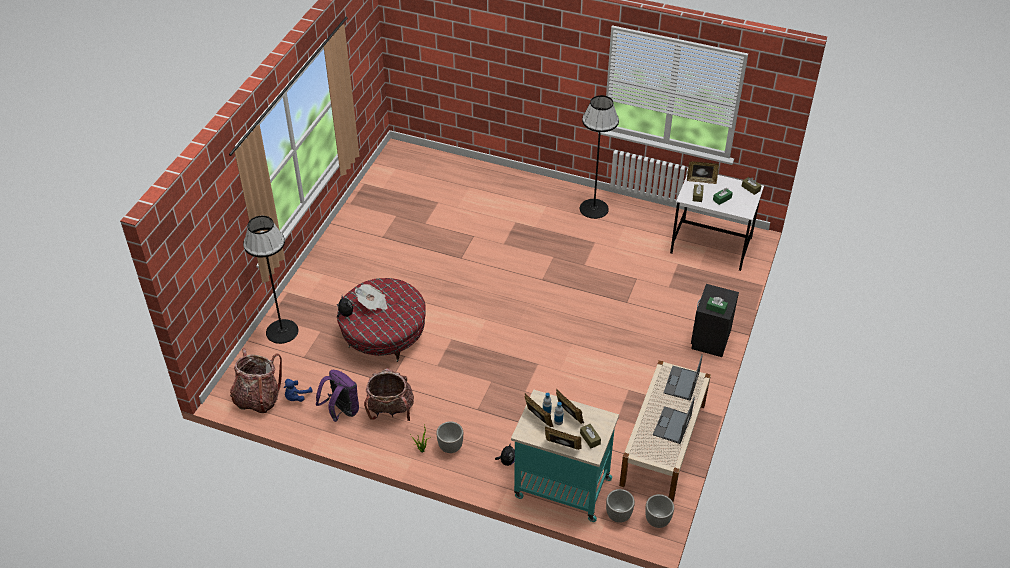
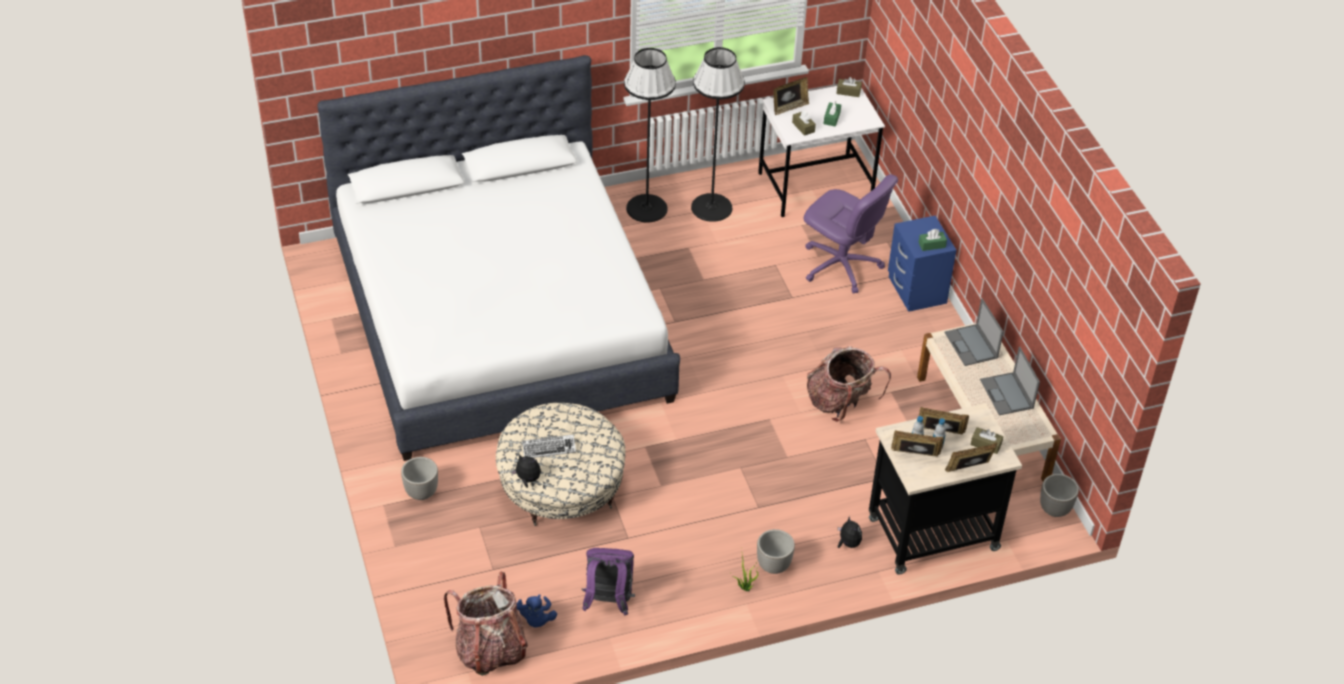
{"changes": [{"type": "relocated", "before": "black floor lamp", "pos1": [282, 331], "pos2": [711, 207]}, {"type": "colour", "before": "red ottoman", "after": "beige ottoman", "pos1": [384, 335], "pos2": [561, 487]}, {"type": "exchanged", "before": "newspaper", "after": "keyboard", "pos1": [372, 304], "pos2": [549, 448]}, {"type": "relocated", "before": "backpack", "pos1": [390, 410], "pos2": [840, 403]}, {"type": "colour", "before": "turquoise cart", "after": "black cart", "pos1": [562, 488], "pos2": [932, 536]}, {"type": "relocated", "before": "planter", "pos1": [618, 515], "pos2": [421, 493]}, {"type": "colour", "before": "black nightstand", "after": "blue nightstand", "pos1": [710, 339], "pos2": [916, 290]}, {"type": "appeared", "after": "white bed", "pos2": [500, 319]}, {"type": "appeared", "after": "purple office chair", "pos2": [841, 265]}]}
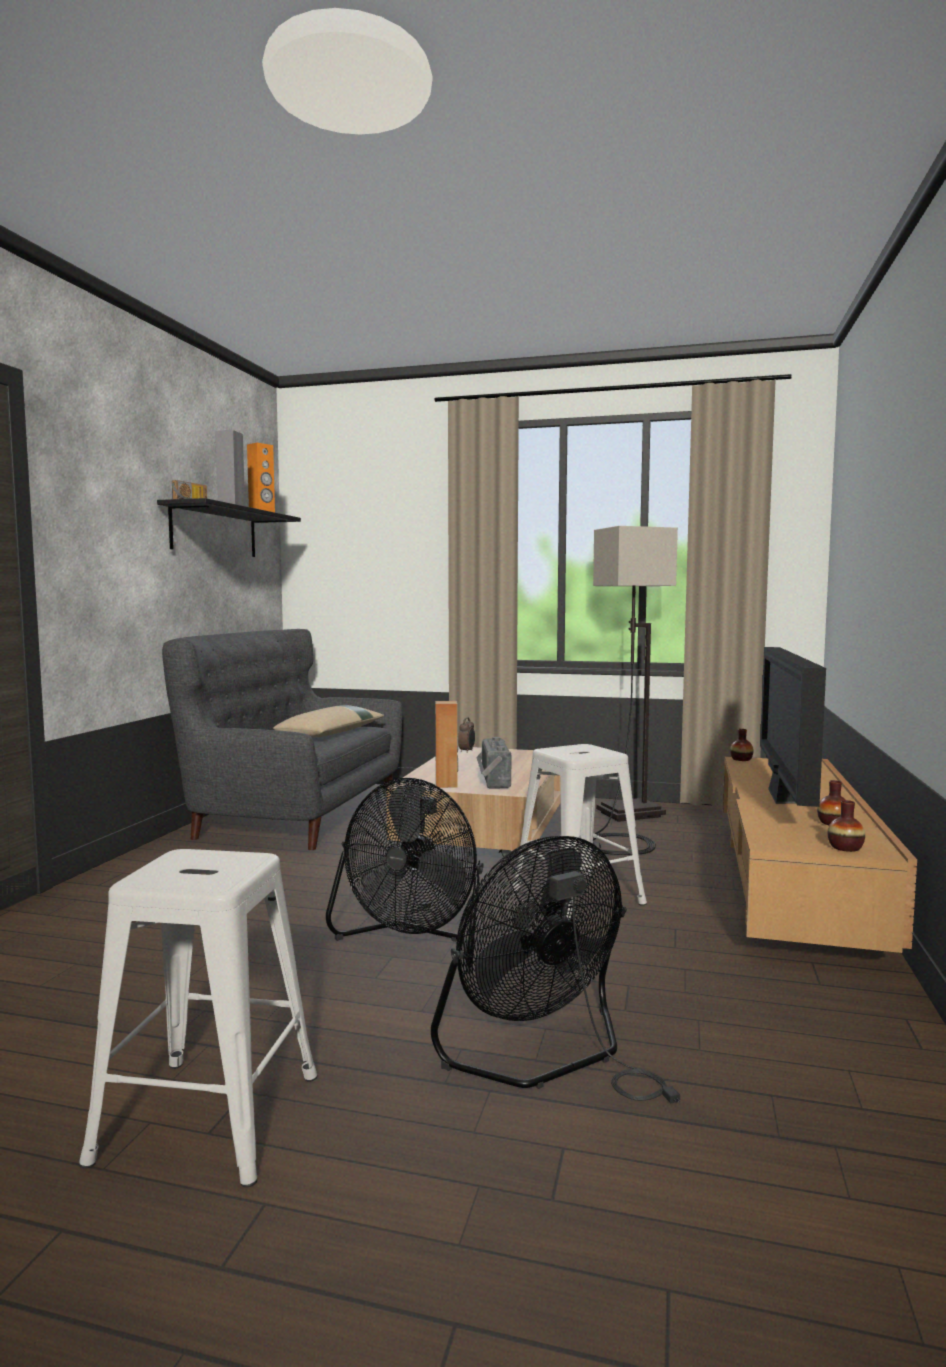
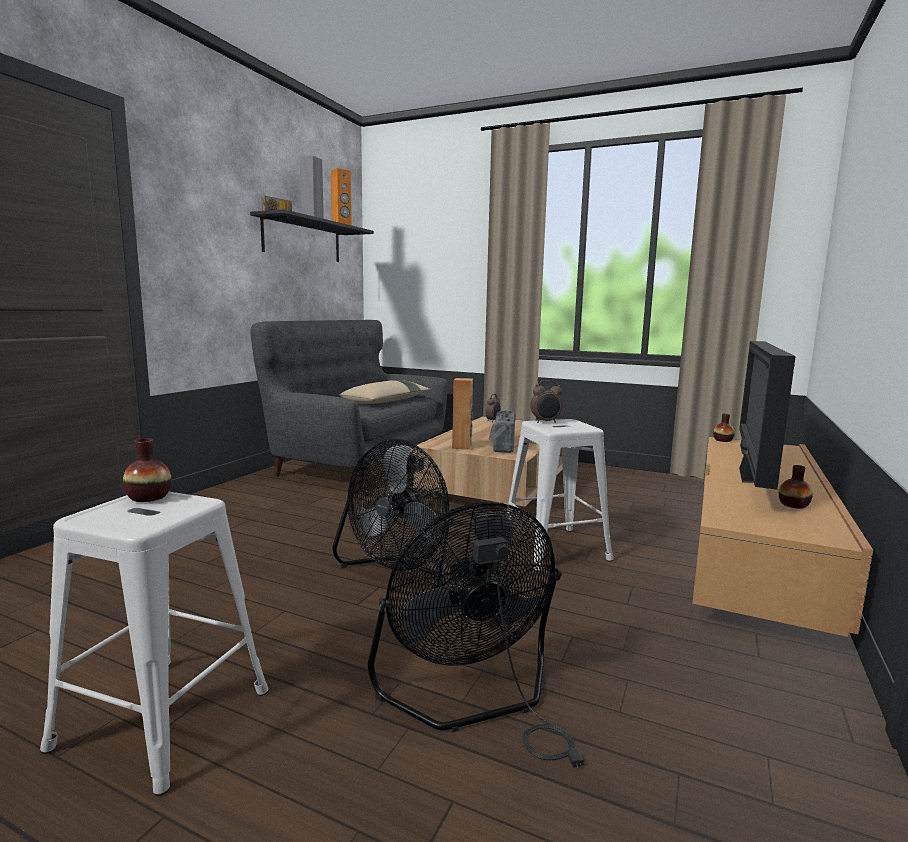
{"changes": [{"type": "missing", "before": "floor lamp", "pos1": [622, 830]}, {"type": "relocated", "before": "vase", "pos1": [845, 848], "pos2": [149, 497]}, {"type": "appeared", "after": "alarm clock", "pos2": [545, 422]}]}
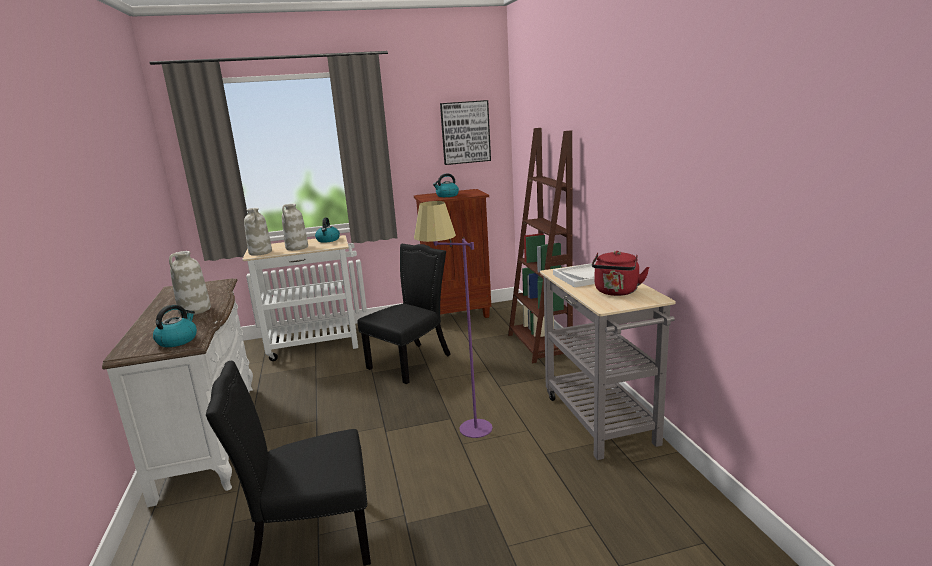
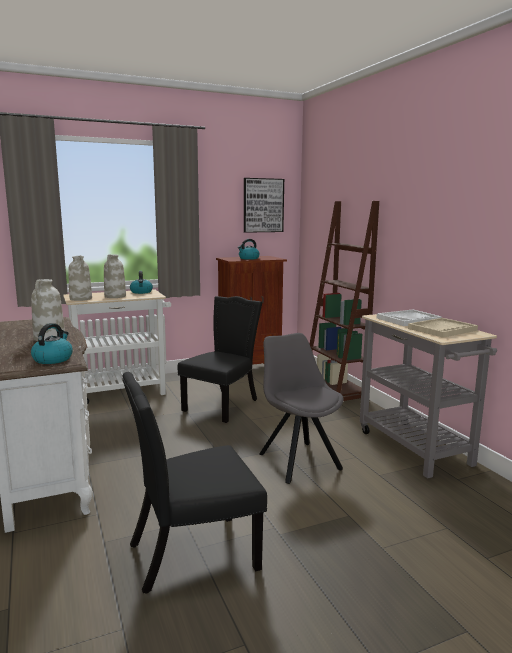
{"changes": [{"type": "exchanged", "before": "purple floor lamp", "after": "grey chair", "pos1": [463, 434], "pos2": [298, 461]}, {"type": "exchanged", "before": "red kettle", "after": "beige tray", "pos1": [616, 292], "pos2": [442, 329]}]}
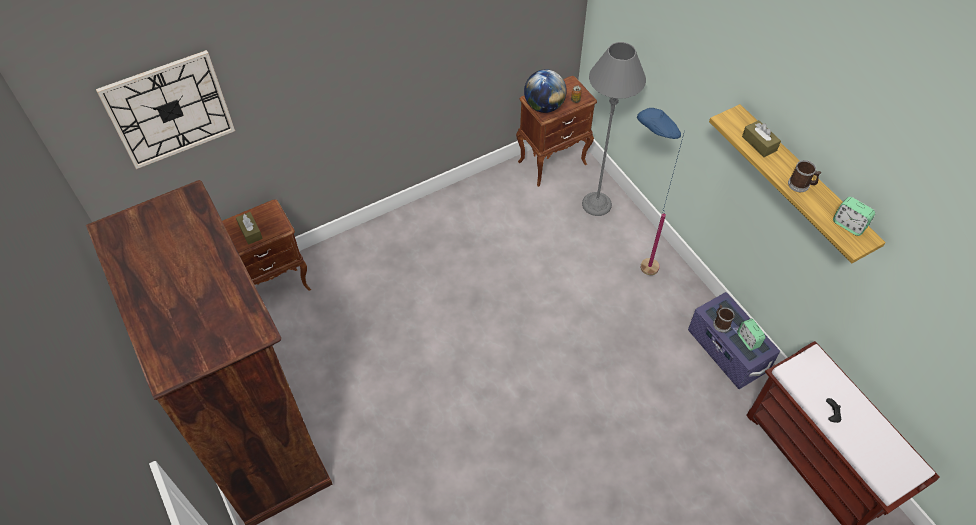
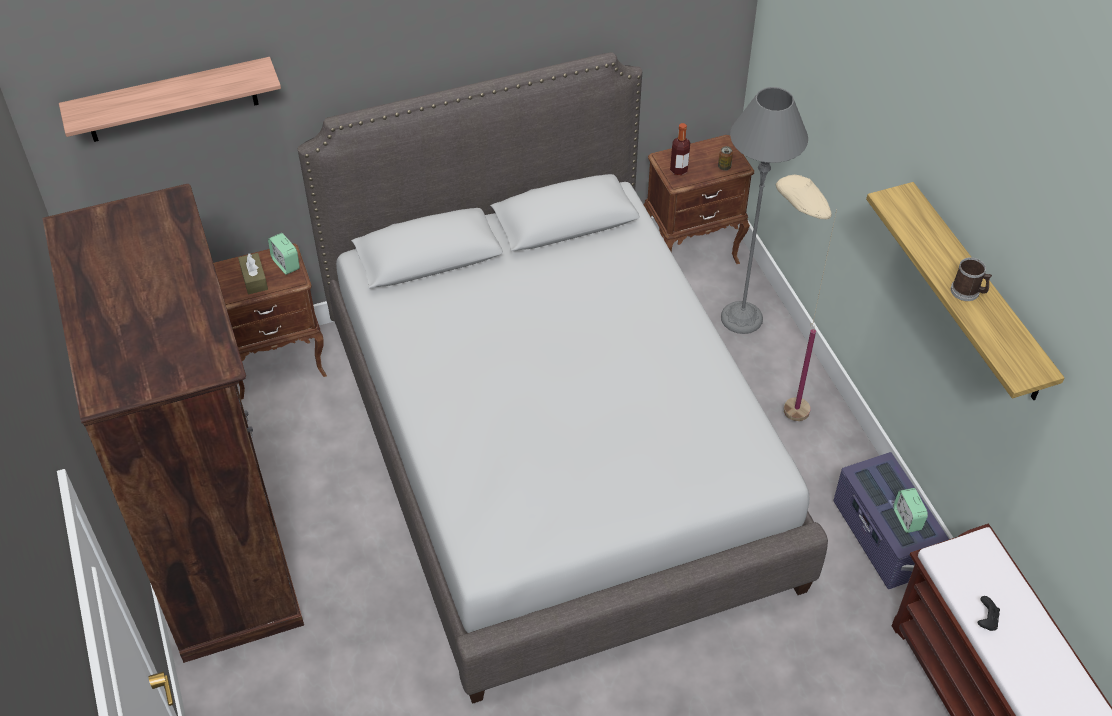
{"changes": [{"type": "exchanged", "before": "wall clock", "after": "shelf", "pos1": [169, 110], "pos2": [171, 100]}, {"type": "exchanged", "before": "globe", "after": "bottle", "pos1": [544, 106], "pos2": [678, 170]}, {"type": "colour", "before": "blue floor lamp", "after": "beige floor lamp", "pos1": [633, 265], "pos2": [775, 405]}, {"type": "missing", "before": "mug", "pos1": [720, 323]}, {"type": "missing", "before": "brown tissue box", "pos1": [759, 143]}, {"type": "relocated", "before": "alarm clock", "pos1": [848, 225], "pos2": [286, 264]}, {"type": "appeared", "after": "grey bed", "pos2": [556, 451]}]}
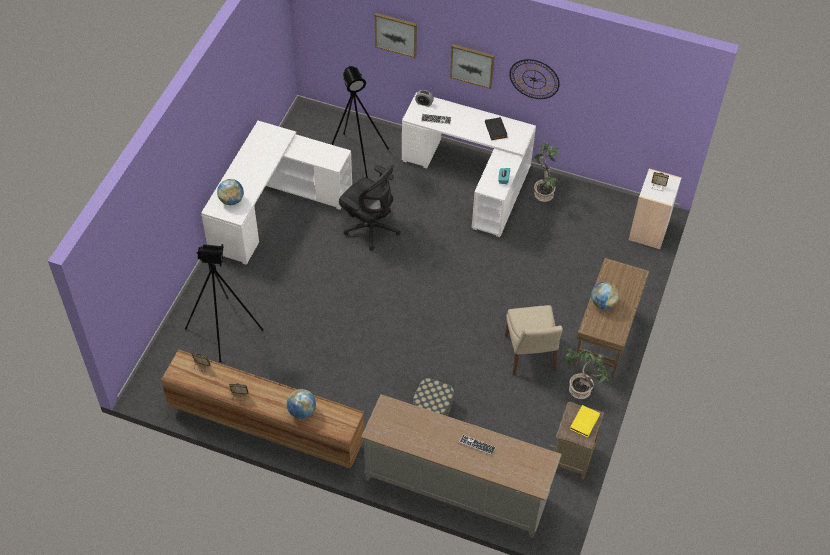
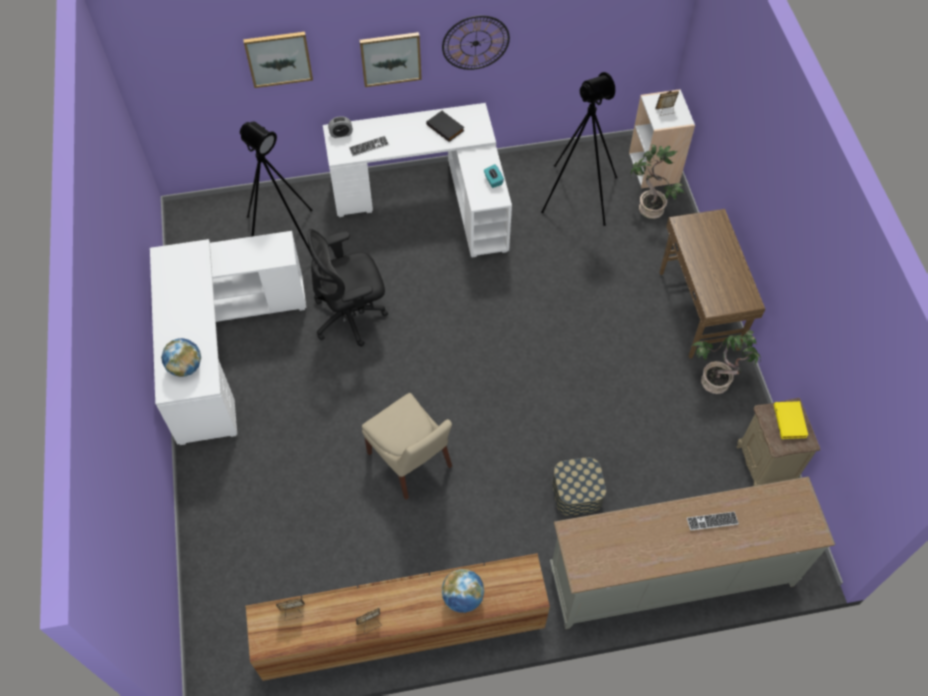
{"changes": [{"type": "relocated", "before": "black floor lamp", "pos1": [224, 329], "pos2": [579, 195]}, {"type": "spun", "before": "black office chair", "pos1": [368, 227], "pos2": [352, 313], "turn": 150}, {"type": "relocated", "before": "beige chair", "pos1": [530, 355], "pos2": [411, 462]}, {"type": "relocated", "before": "potted plant", "pos1": [542, 194], "pos2": [650, 209]}, {"type": "missing", "before": "globe", "pos1": [603, 303]}]}
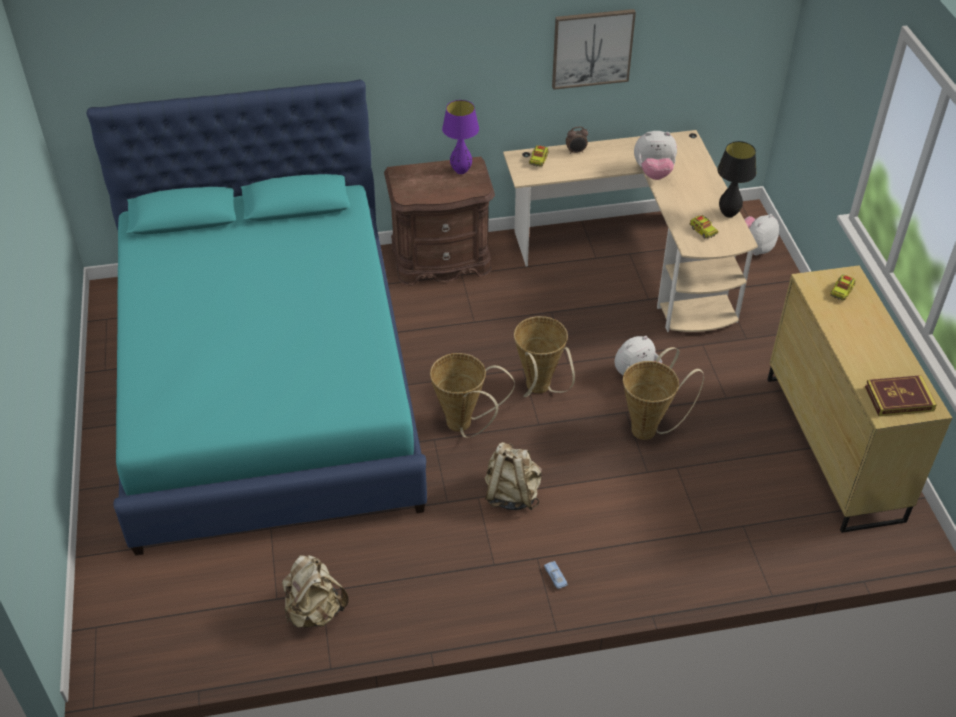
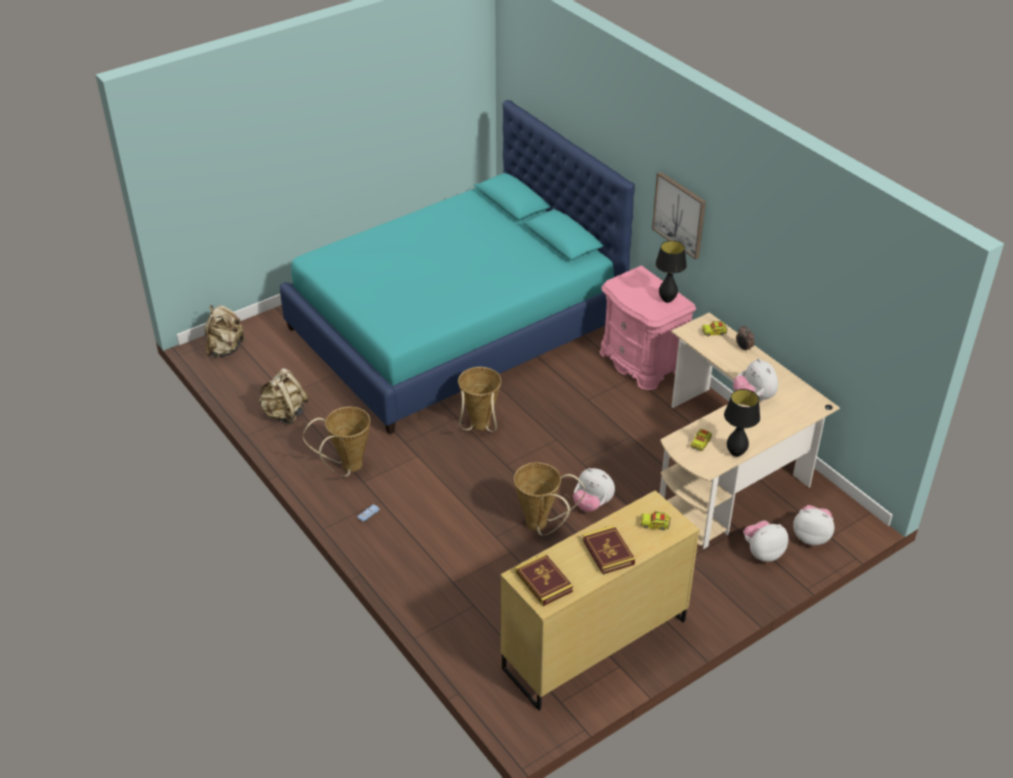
{"changes": [{"type": "colour", "before": "brown nightstand", "after": "pink nightstand", "pos1": [442, 262], "pos2": [640, 363]}, {"type": "colour", "before": "purple table lamp", "after": "black table lamp", "pos1": [461, 171], "pos2": [667, 300]}, {"type": "relocated", "before": "beige backpack", "pos1": [511, 494], "pos2": [225, 349]}, {"type": "relocated", "before": "basket", "pos1": [539, 390], "pos2": [347, 468]}, {"type": "relocated", "before": "picture", "pos1": [592, 48], "pos2": [679, 214]}, {"type": "appeared", "after": "book", "pos2": [608, 552]}, {"type": "appeared", "after": "plush toy", "pos2": [762, 553]}]}
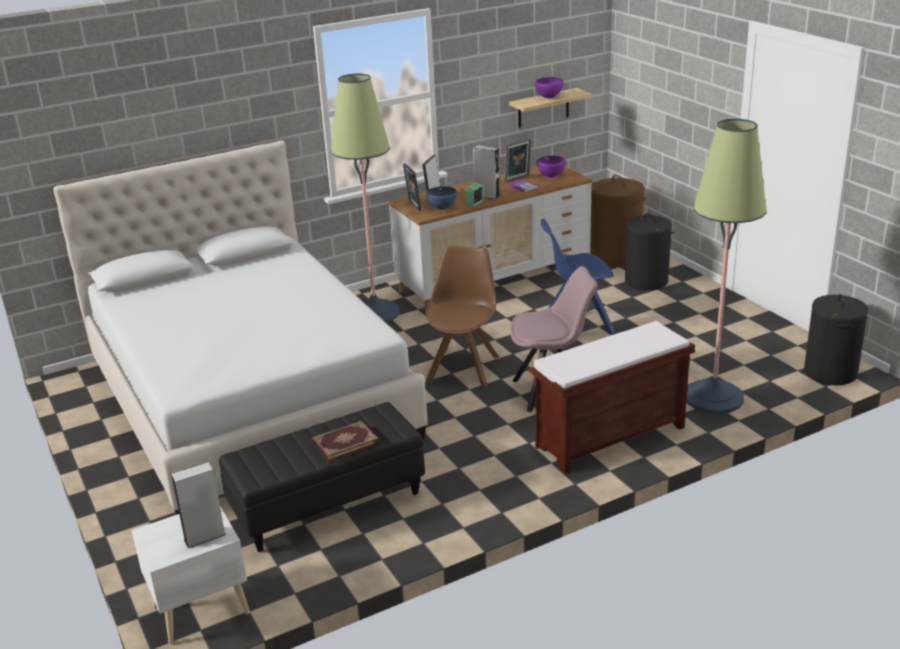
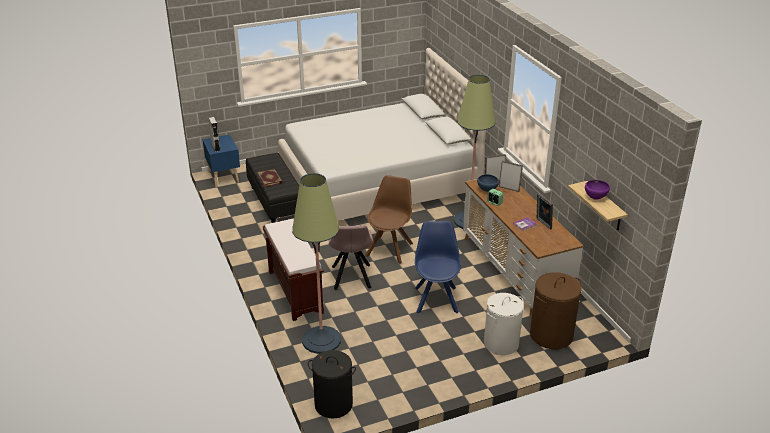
{"changes": [{"type": "colour", "before": "white nightstand", "after": "blue nightstand", "pos1": [199, 609], "pos2": [224, 177]}, {"type": "spun", "before": "brown chair", "pos1": [464, 368], "pos2": [390, 249], "turn": -90}, {"type": "missing", "before": "grey speaker", "pos1": [487, 196]}, {"type": "missing", "before": "purple bowl", "pos1": [551, 176]}, {"type": "colour", "before": "black laundry basket", "after": "white laundry basket", "pos1": [646, 281], "pos2": [501, 344]}]}
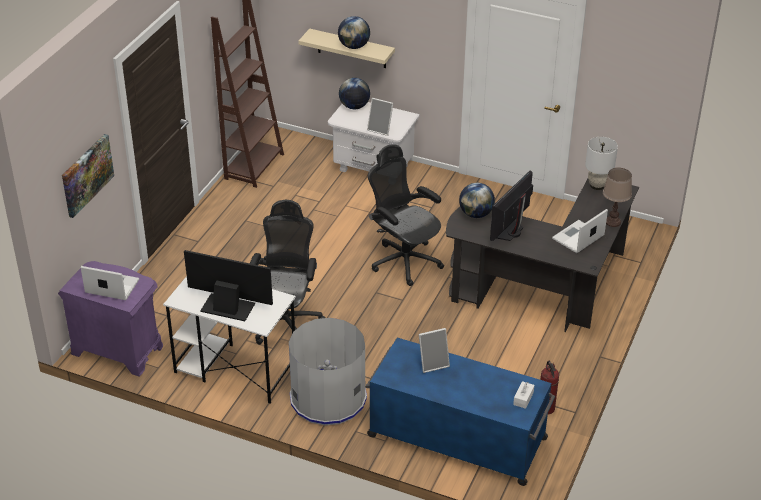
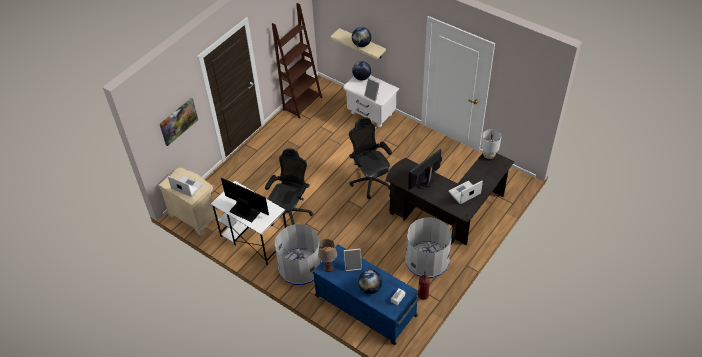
{"changes": [{"type": "colour", "before": "purple nightstand", "after": "beige nightstand", "pos1": [119, 347], "pos2": [195, 215]}, {"type": "relocated", "before": "globe", "pos1": [476, 214], "pos2": [370, 288]}, {"type": "relocated", "before": "brown table lamp", "pos1": [613, 222], "pos2": [329, 268]}, {"type": "appeared", "after": "grey trash can", "pos2": [427, 260]}]}
